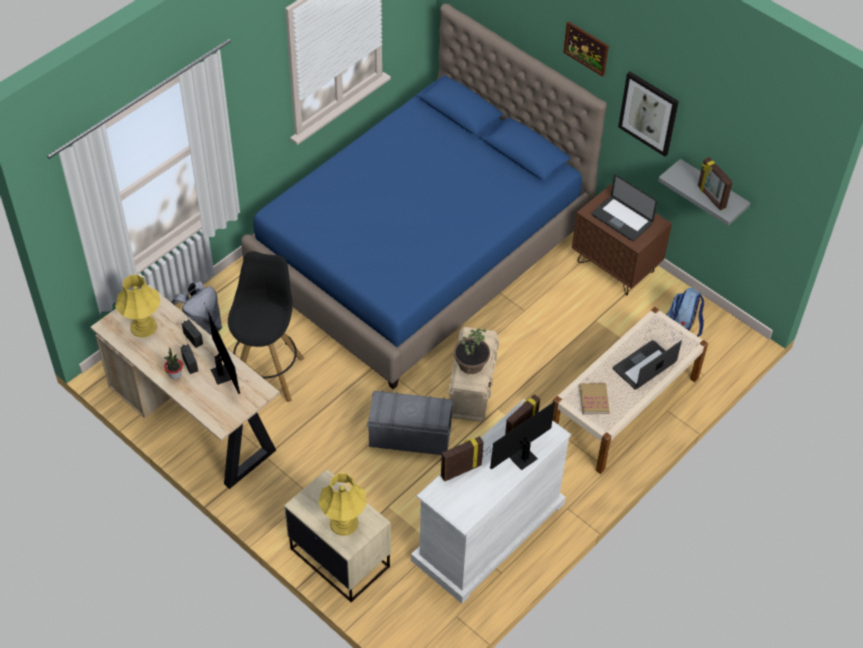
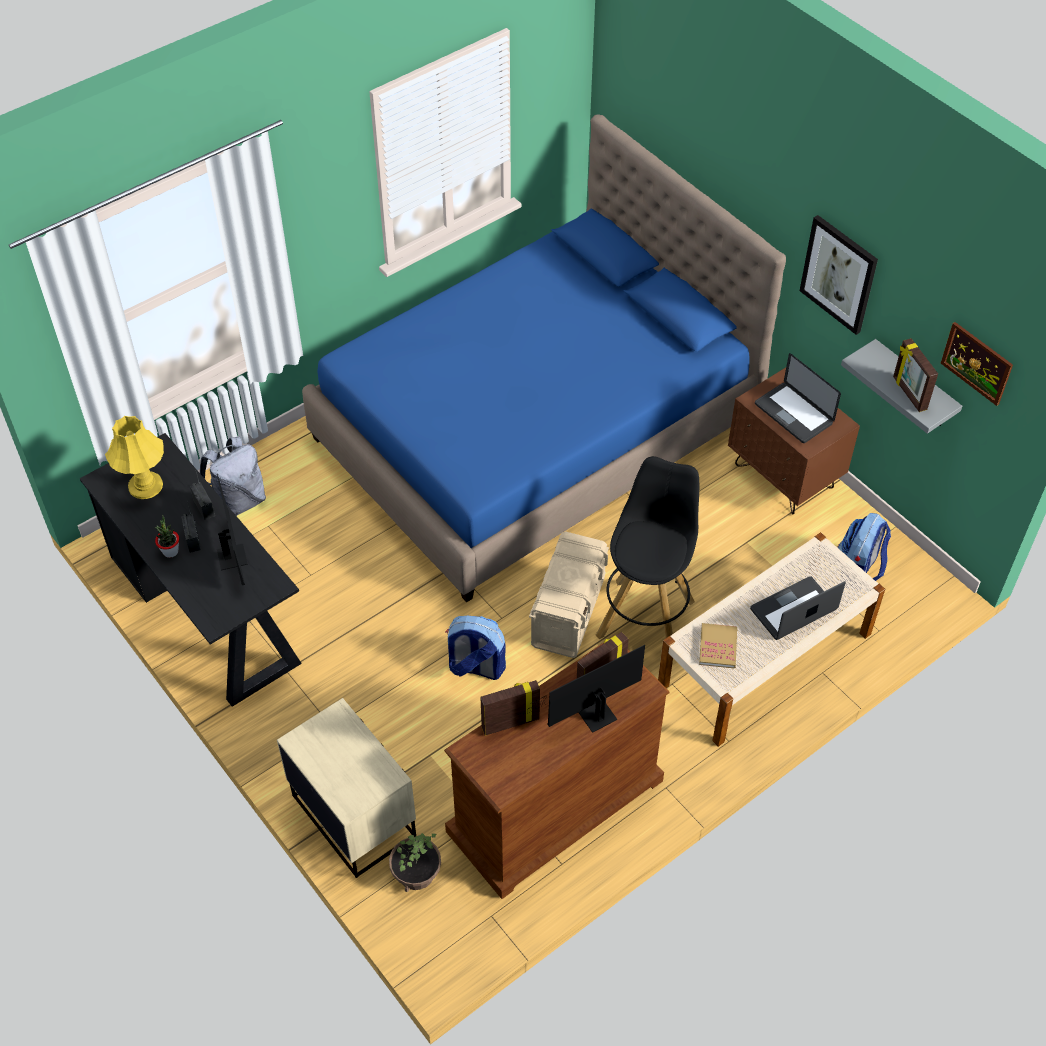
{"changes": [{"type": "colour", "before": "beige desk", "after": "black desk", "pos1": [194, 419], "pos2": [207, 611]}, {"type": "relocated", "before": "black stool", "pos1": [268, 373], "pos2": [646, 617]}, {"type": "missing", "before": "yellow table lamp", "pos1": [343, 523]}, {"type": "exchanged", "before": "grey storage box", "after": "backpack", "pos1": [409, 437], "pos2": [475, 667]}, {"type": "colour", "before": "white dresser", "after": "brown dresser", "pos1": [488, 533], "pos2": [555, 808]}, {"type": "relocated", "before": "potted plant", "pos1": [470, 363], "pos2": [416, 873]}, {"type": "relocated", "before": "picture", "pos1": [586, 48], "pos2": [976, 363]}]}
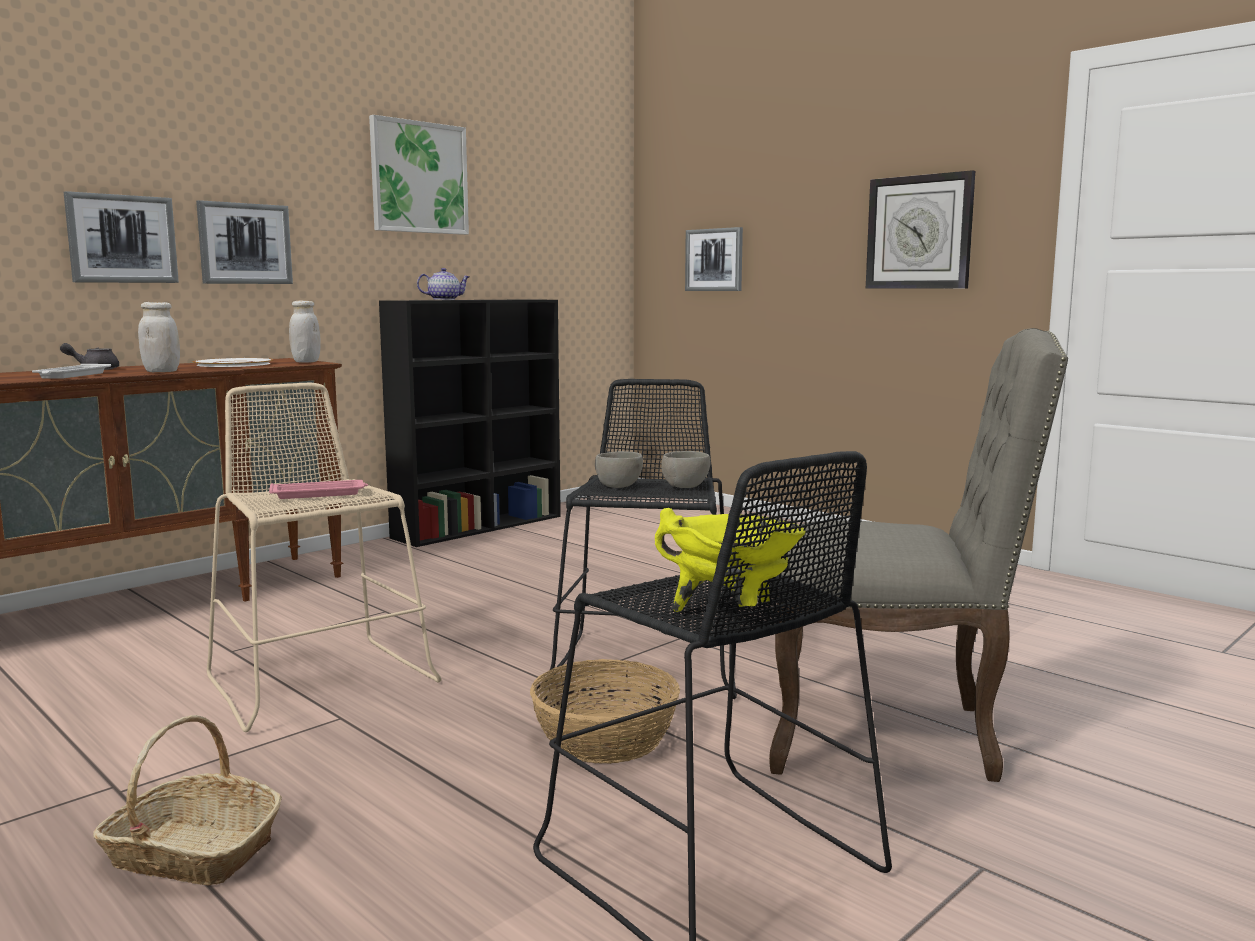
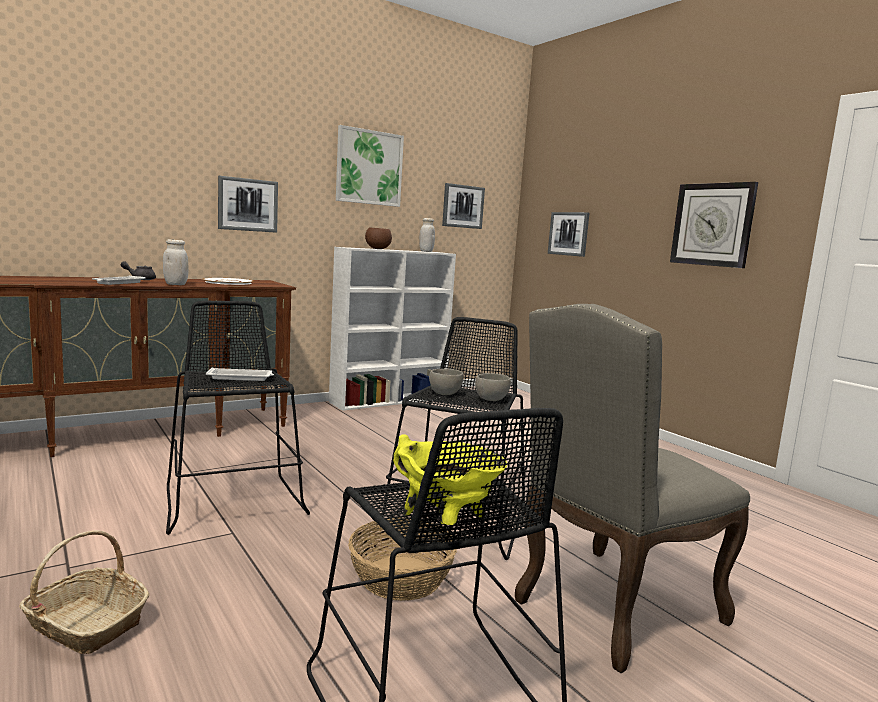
{"changes": [{"type": "relocated", "before": "picture", "pos1": [122, 239], "pos2": [462, 206]}, {"type": "colour", "before": "beige stool", "after": "black stool", "pos1": [322, 682], "pos2": [234, 503]}, {"type": "colour", "before": "pink tray", "after": "white tray", "pos1": [320, 494], "pos2": [241, 378]}, {"type": "relocated", "before": "white jar", "pos1": [306, 362], "pos2": [426, 251]}, {"type": "colour", "before": "black bookcase", "after": "white bookcase", "pos1": [480, 526], "pos2": [390, 400]}, {"type": "exchanged", "before": "teapot", "after": "brown bowl", "pos1": [444, 299], "pos2": [377, 249]}, {"type": "spun", "before": "grey chair", "pos1": [885, 733], "pos2": [610, 608], "turn": 120}]}
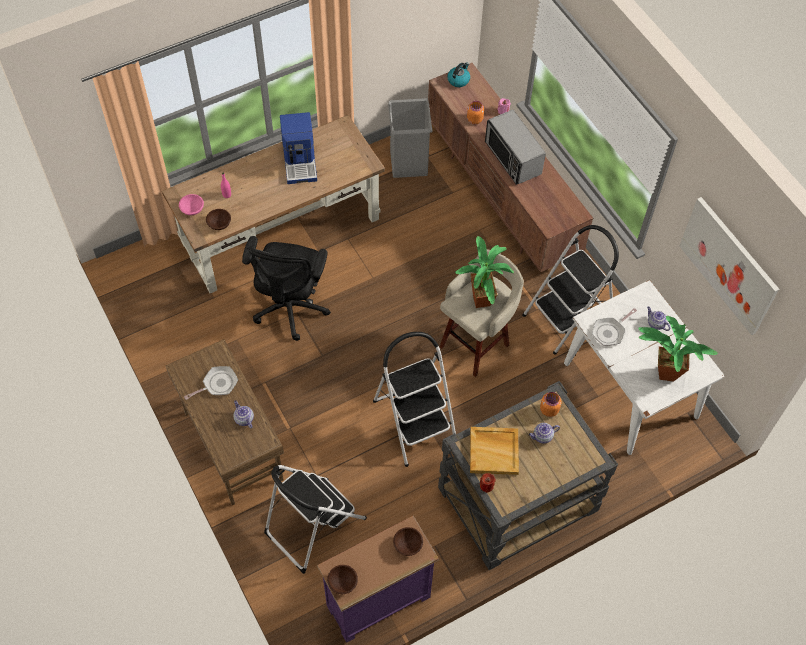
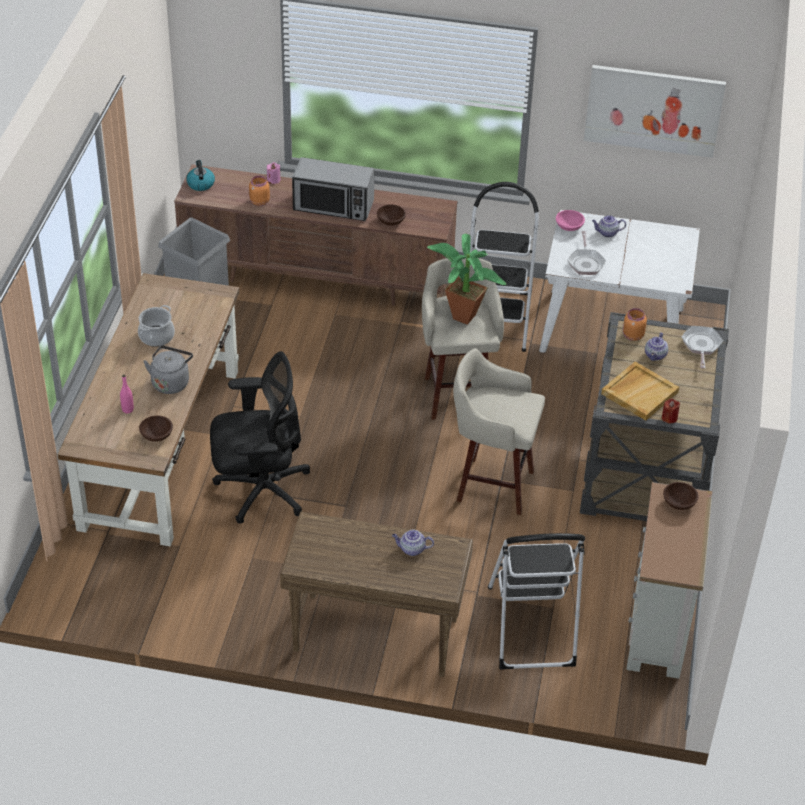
{"changes": [{"type": "relocated", "before": "pink bowl", "pos1": [192, 209], "pos2": [569, 226]}, {"type": "relocated", "before": "frying pan", "pos1": [218, 384], "pos2": [701, 346]}, {"type": "spun", "before": "black office chair", "pos1": [290, 303], "pos2": [257, 492], "turn": -60}, {"type": "exchanged", "before": "coffee machine", "after": "cooking pot", "pos1": [300, 162], "pos2": [156, 336]}, {"type": "colour", "before": "purple dresser", "after": "white dresser", "pos1": [377, 601], "pos2": [657, 628]}, {"type": "relocated", "before": "brown bowl", "pos1": [342, 583], "pos2": [391, 221]}, {"type": "exchanged", "before": "step ladder", "after": "beige stool", "pos1": [414, 420], "pos2": [491, 485]}, {"type": "missing", "before": "potted plant", "pos1": [662, 371]}, {"type": "appeared", "after": "grey kettle", "pos2": [171, 382]}]}
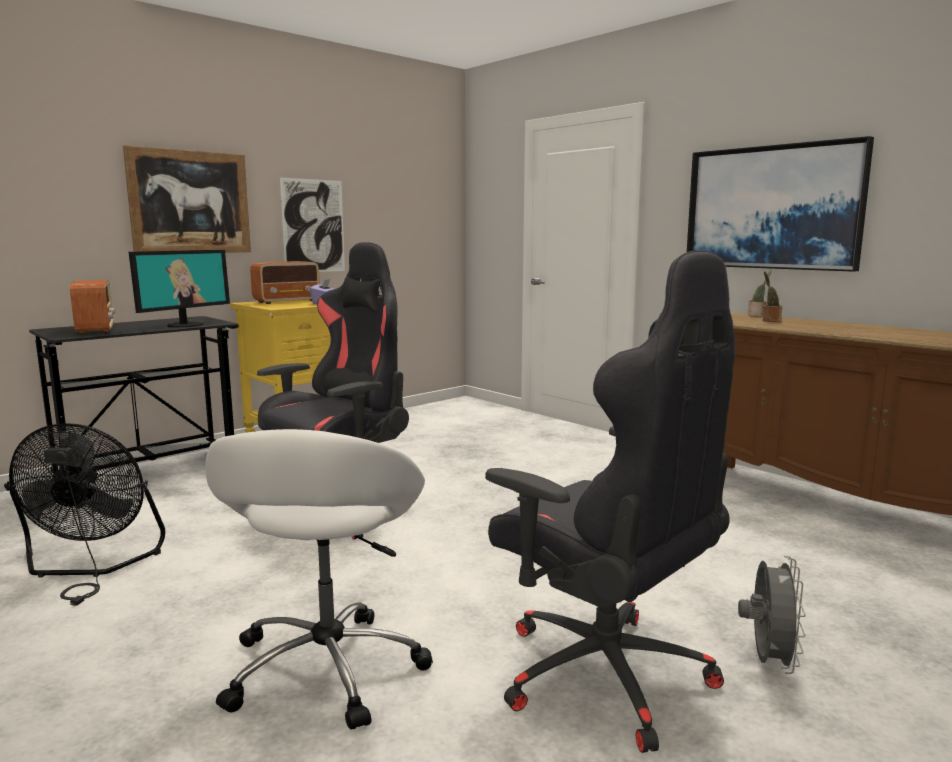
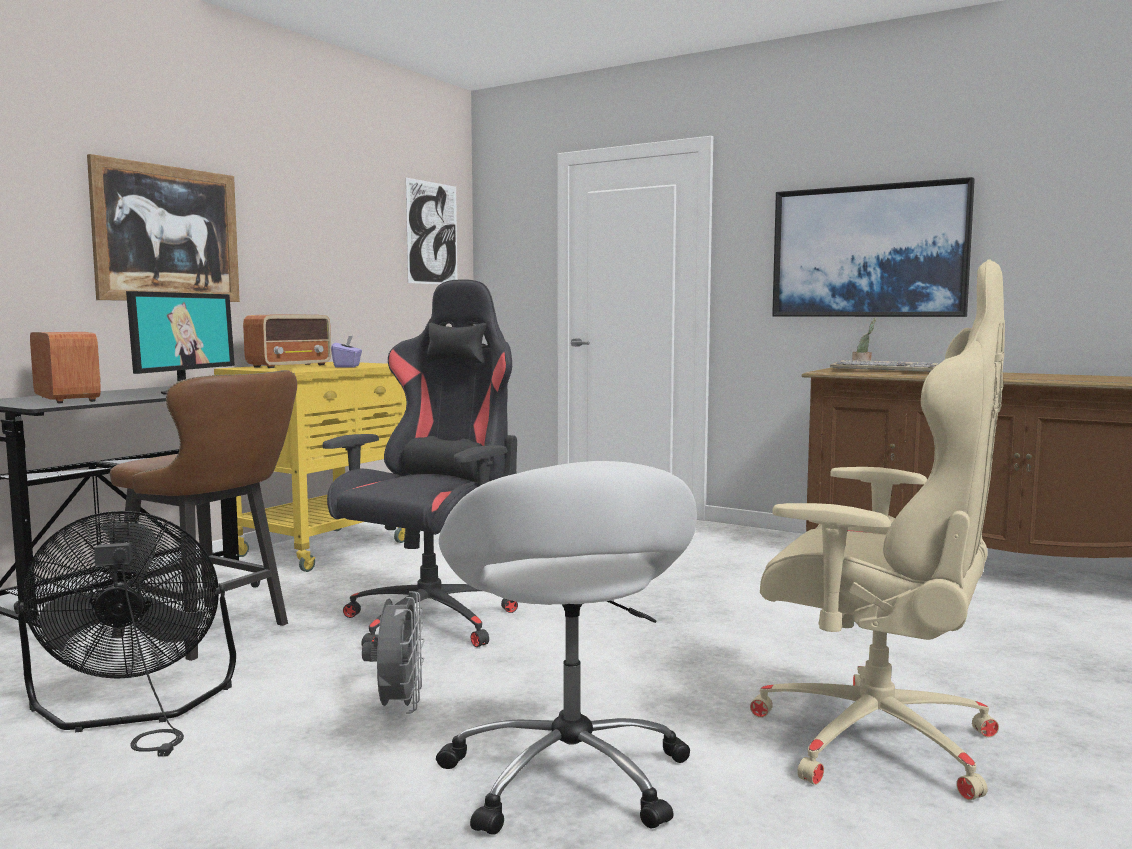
{"changes": [{"type": "relocated", "before": "picture", "pos1": [313, 226], "pos2": [432, 233]}, {"type": "colour", "before": "black office chair", "after": "beige office chair", "pos1": [602, 673], "pos2": [871, 739]}, {"type": "relocated", "before": "grey fan", "pos1": [768, 661], "pos2": [399, 707]}, {"type": "exchanged", "before": "potted plant", "after": "keyboard", "pos1": [770, 320], "pos2": [885, 371]}, {"type": "appeared", "after": "brown stool", "pos2": [214, 634]}]}
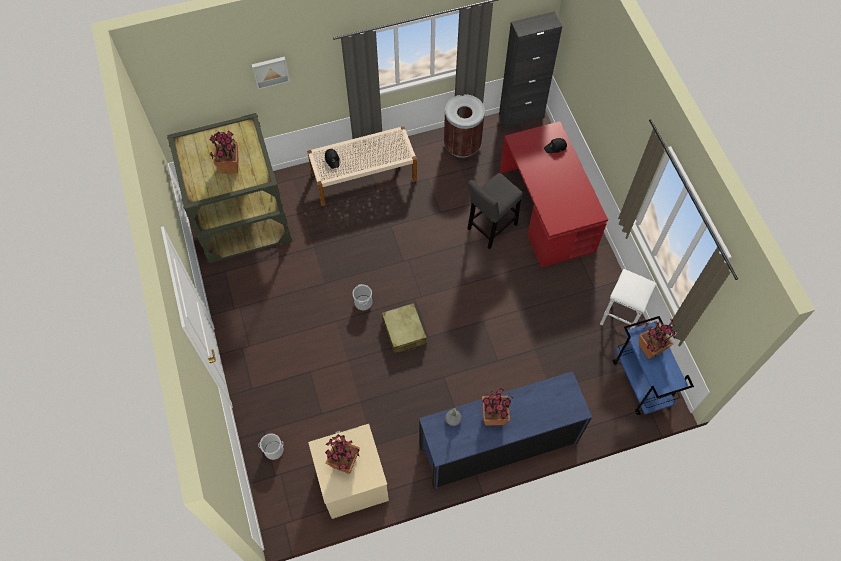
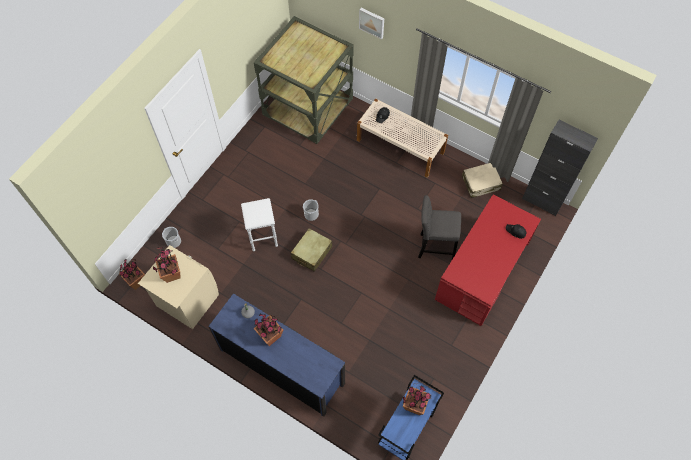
{"changes": [{"type": "relocated", "before": "potted plant", "pos1": [230, 166], "pos2": [136, 281]}, {"type": "exchanged", "before": "brown trash can", "after": "beige suitcase", "pos1": [462, 145], "pos2": [481, 183]}, {"type": "relocated", "before": "white stool", "pos1": [618, 318], "pos2": [262, 237]}]}
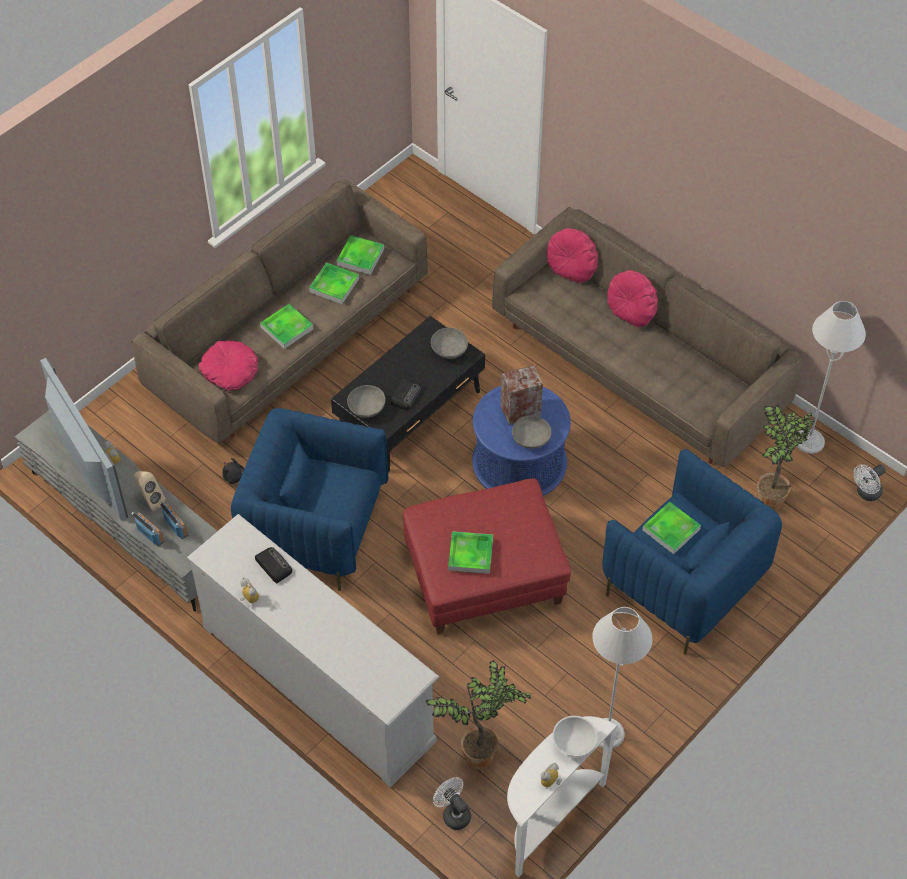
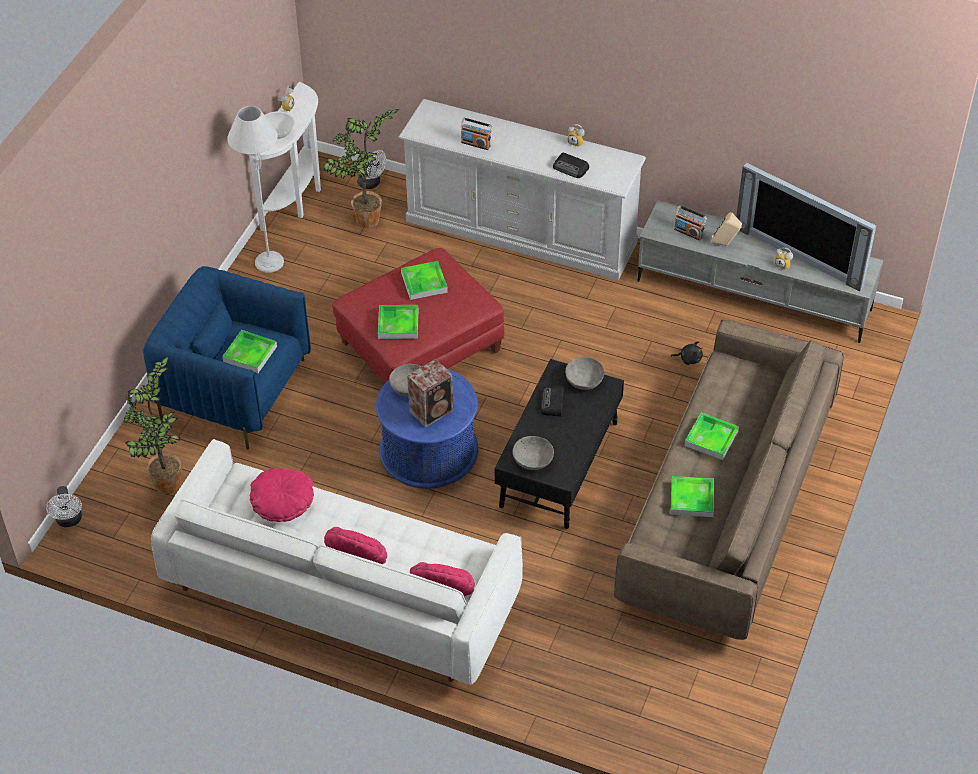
{"changes": [{"type": "relocated", "before": "radio", "pos1": [150, 535], "pos2": [476, 144]}, {"type": "relocated", "before": "pink pillow", "pos1": [231, 370], "pos2": [281, 502]}, {"type": "missing", "before": "blue armchair", "pos1": [313, 526]}, {"type": "relocated", "before": "tray", "pos1": [360, 257], "pos2": [398, 324]}, {"type": "colour", "before": "brown sofa", "after": "white sofa", "pos1": [639, 364], "pos2": [341, 589]}, {"type": "missing", "before": "grey floor lamp", "pos1": [809, 441]}, {"type": "spun", "before": "white fan", "pos1": [866, 493], "pos2": [69, 521], "turn": 135}]}
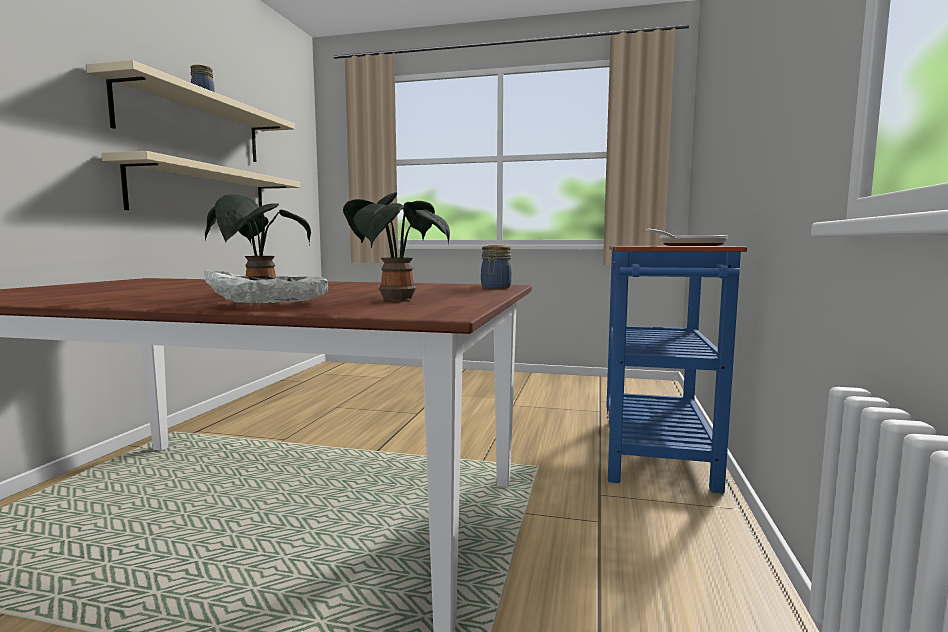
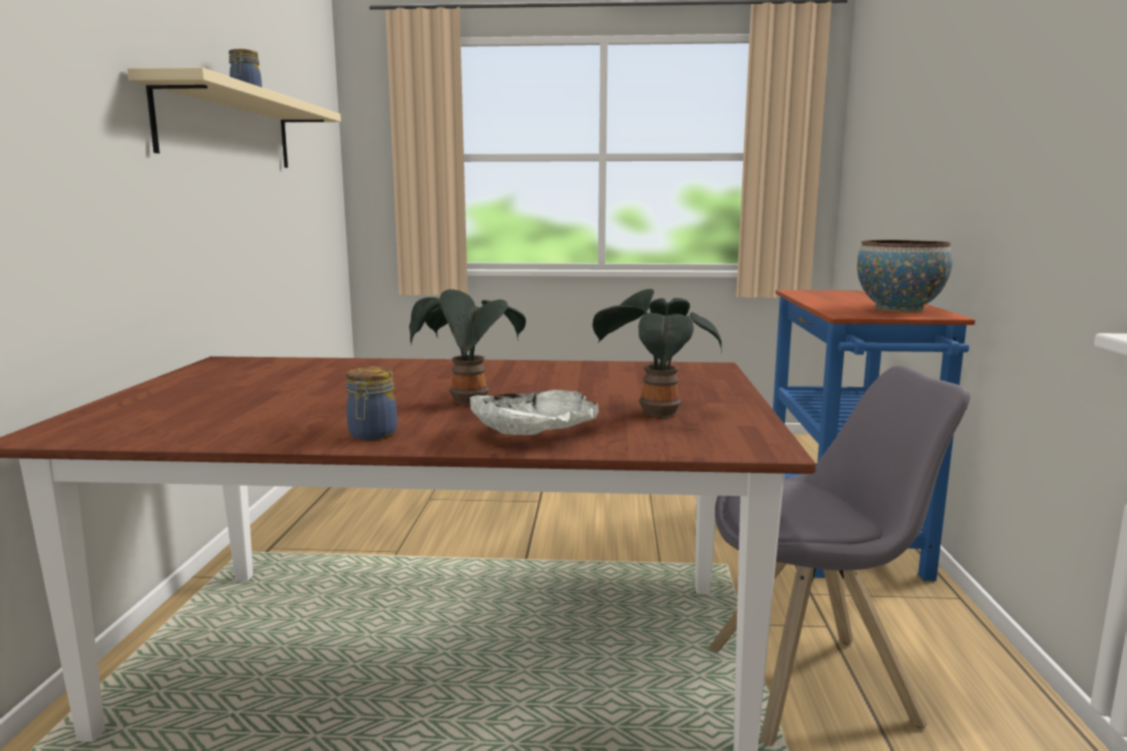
{"changes": [{"type": "missing", "before": "beige shelf", "pos1": [202, 193]}, {"type": "relocated", "before": "jar", "pos1": [495, 287], "pos2": [372, 435]}, {"type": "exchanged", "before": "frying pan", "after": "bowl", "pos1": [688, 246], "pos2": [899, 309]}, {"type": "appeared", "after": "grey chair", "pos2": [812, 686]}]}
